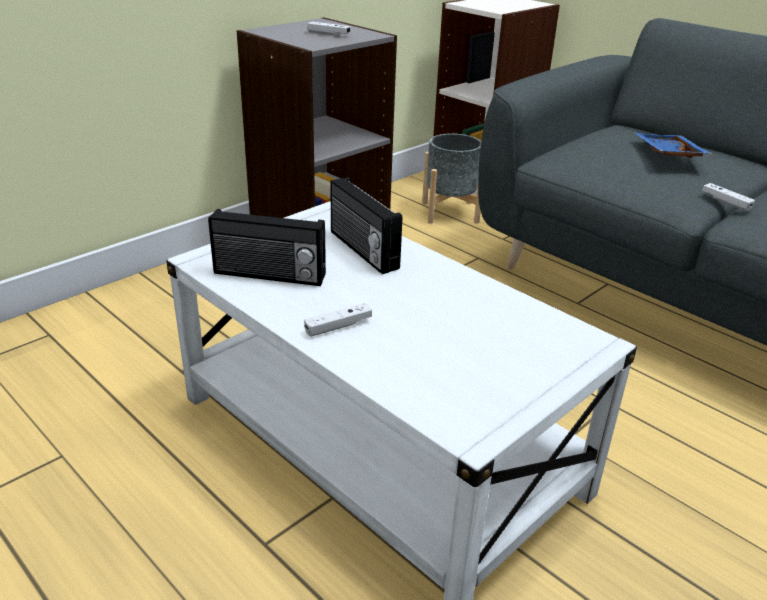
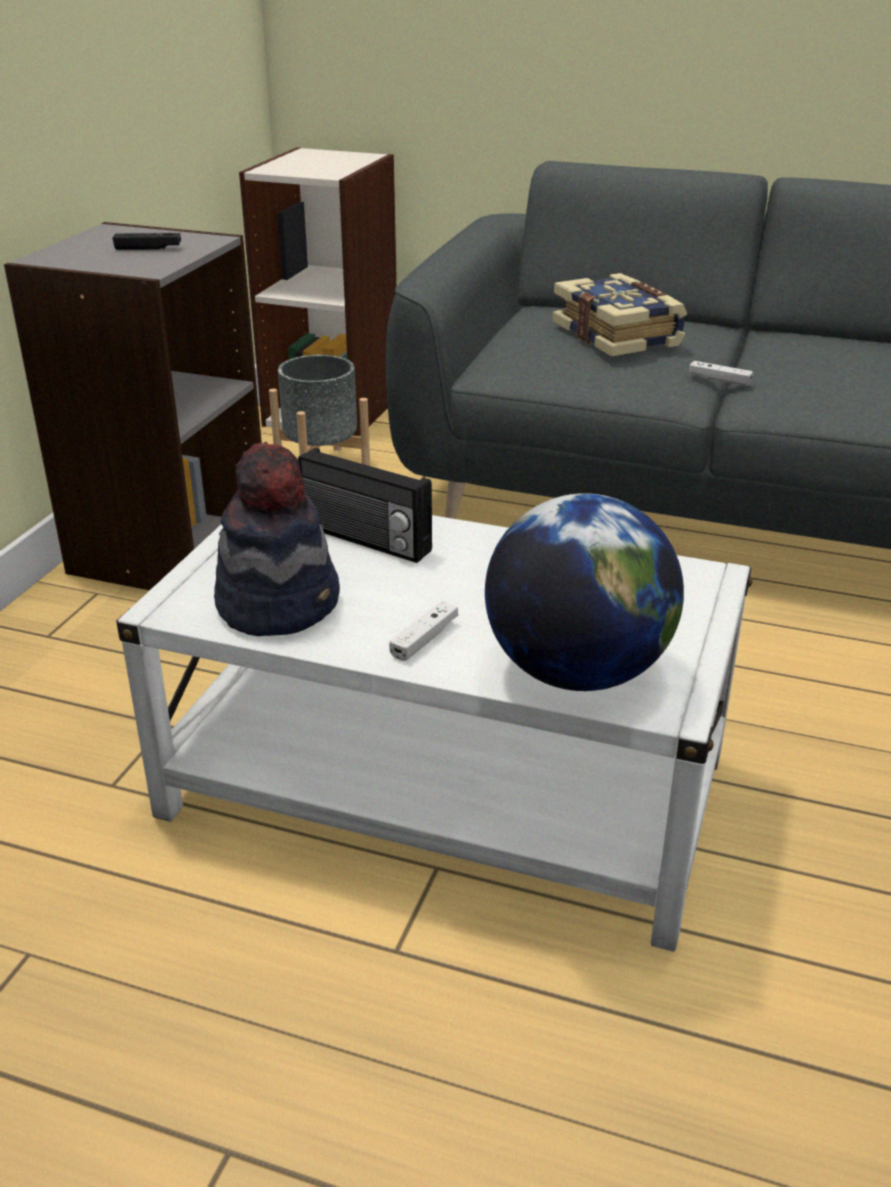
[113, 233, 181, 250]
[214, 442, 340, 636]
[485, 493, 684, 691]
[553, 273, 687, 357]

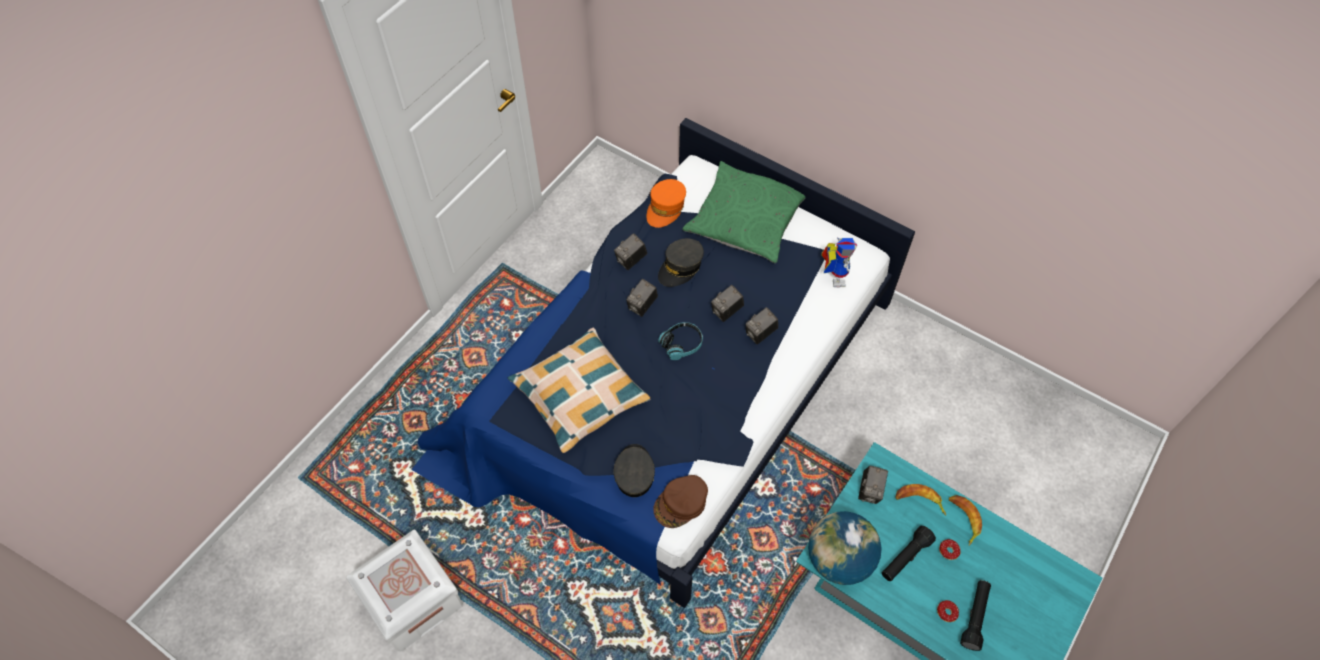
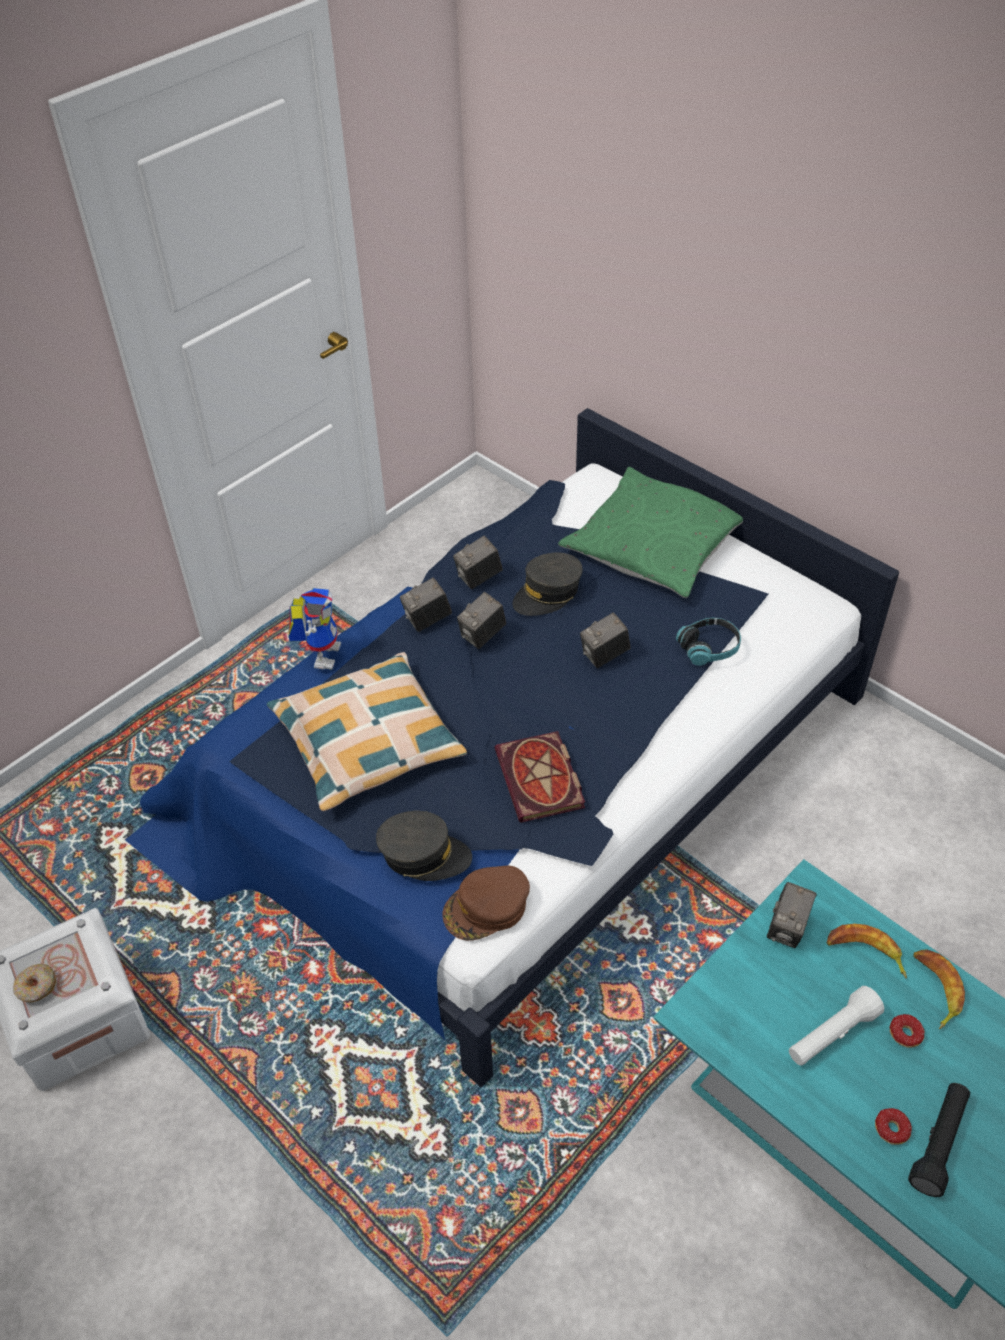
[13, 964, 56, 1003]
[289, 588, 341, 670]
[376, 811, 472, 881]
[400, 578, 452, 632]
[495, 731, 585, 822]
[676, 618, 741, 666]
[789, 986, 884, 1066]
[646, 179, 686, 228] (first image)
[808, 511, 882, 585] (first image)

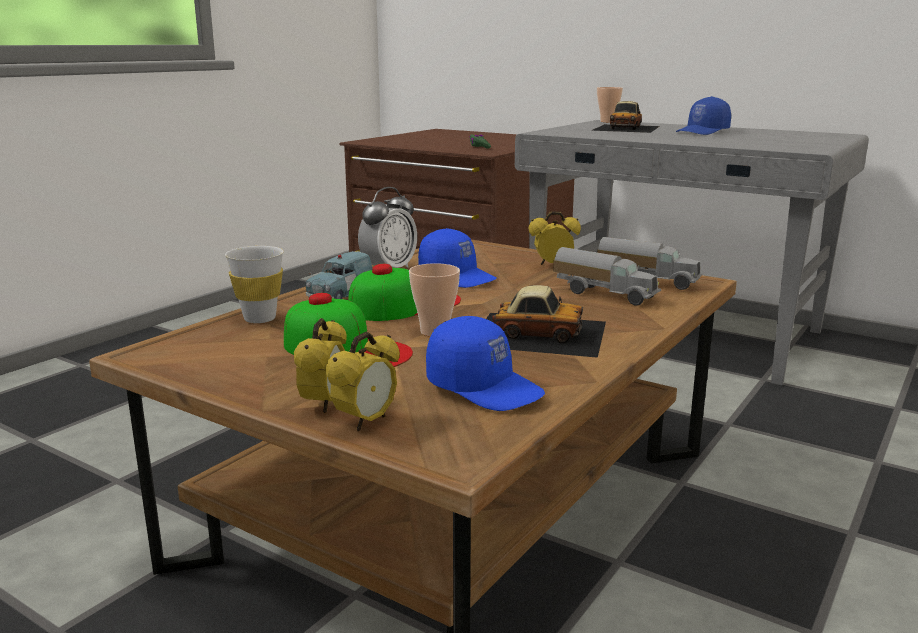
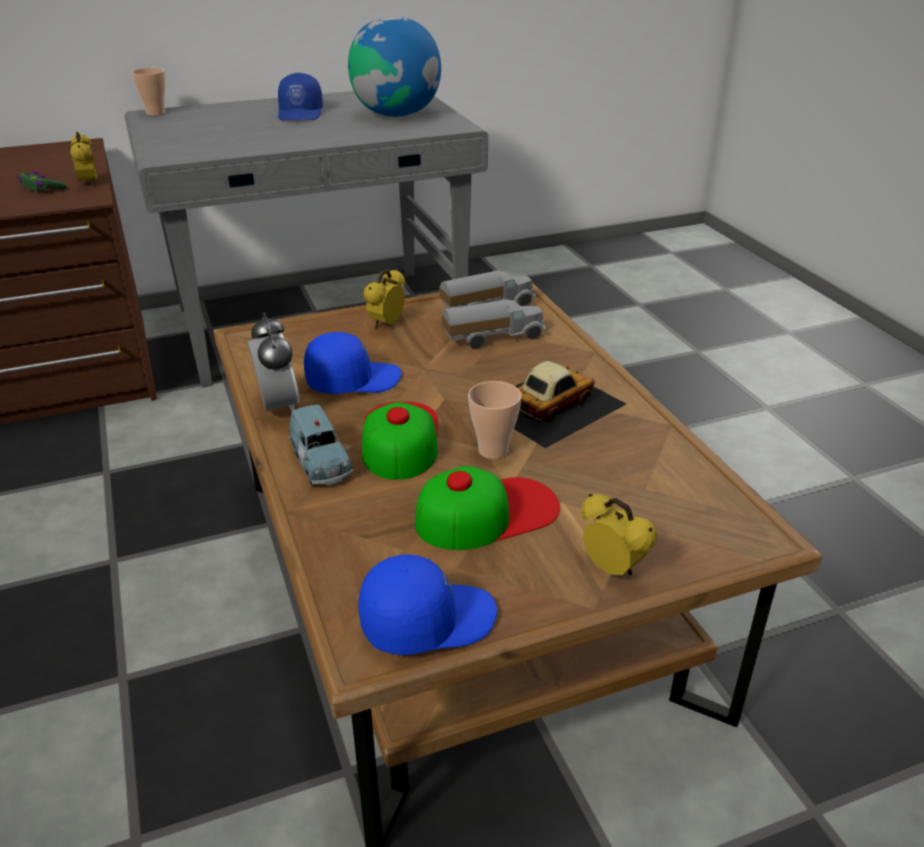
[70, 132, 97, 187]
[348, 16, 441, 117]
[358, 554, 497, 655]
[225, 246, 284, 323] (first image)
[591, 101, 660, 133] (first image)

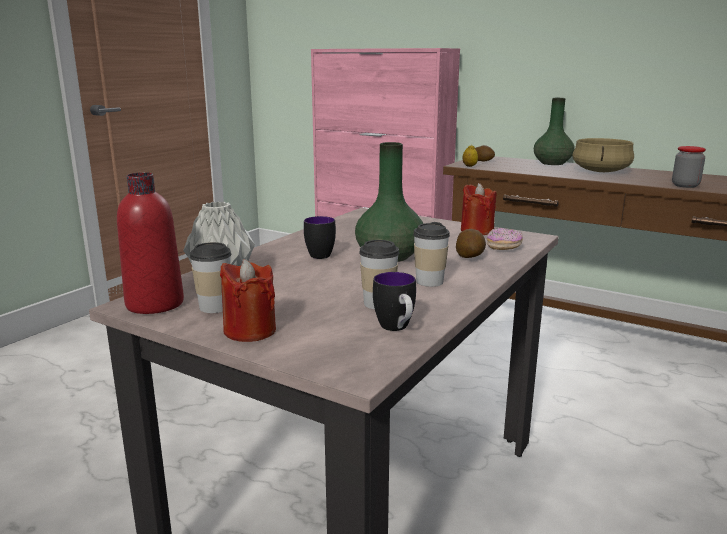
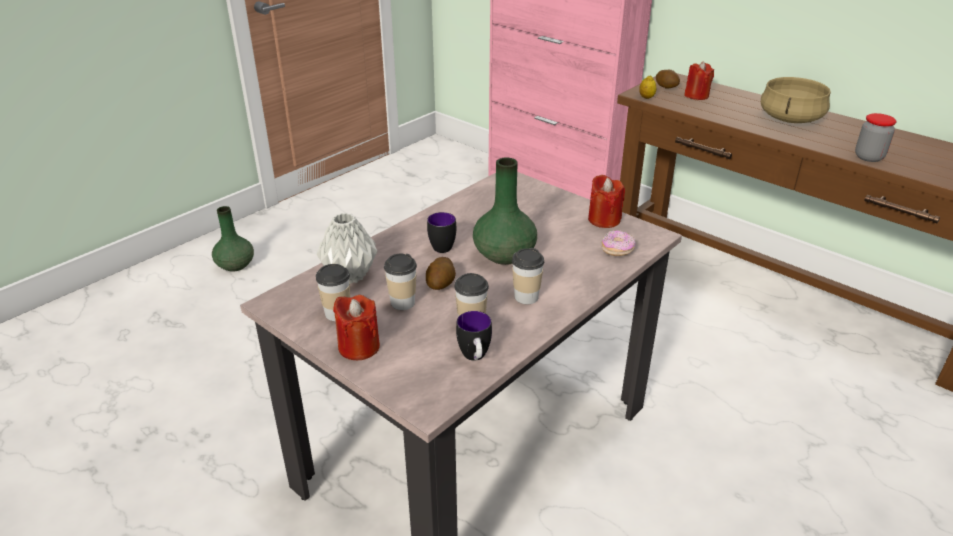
[212, 206, 254, 272]
[384, 254, 417, 310]
[426, 257, 456, 290]
[684, 62, 714, 100]
[117, 172, 184, 314] (first image)

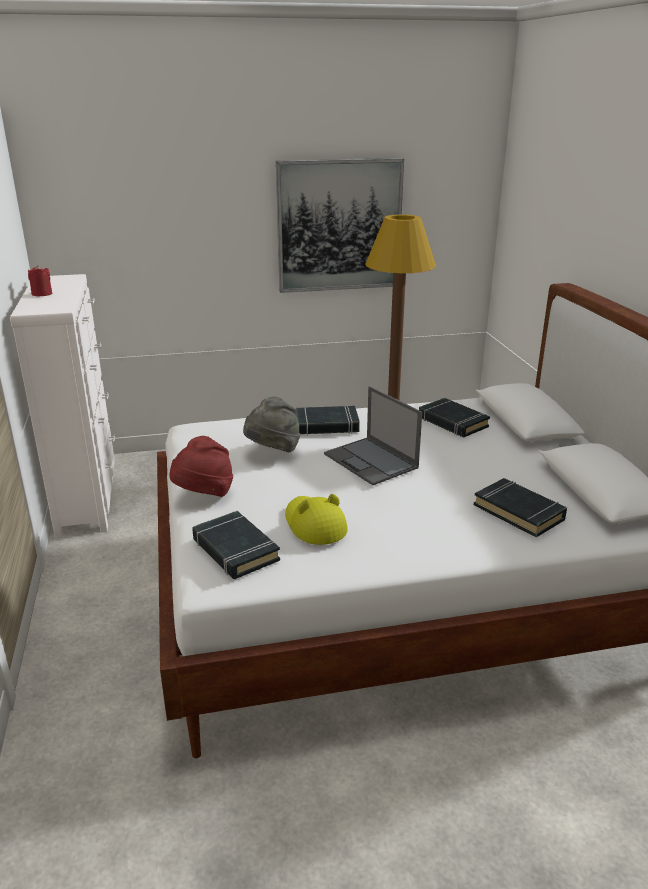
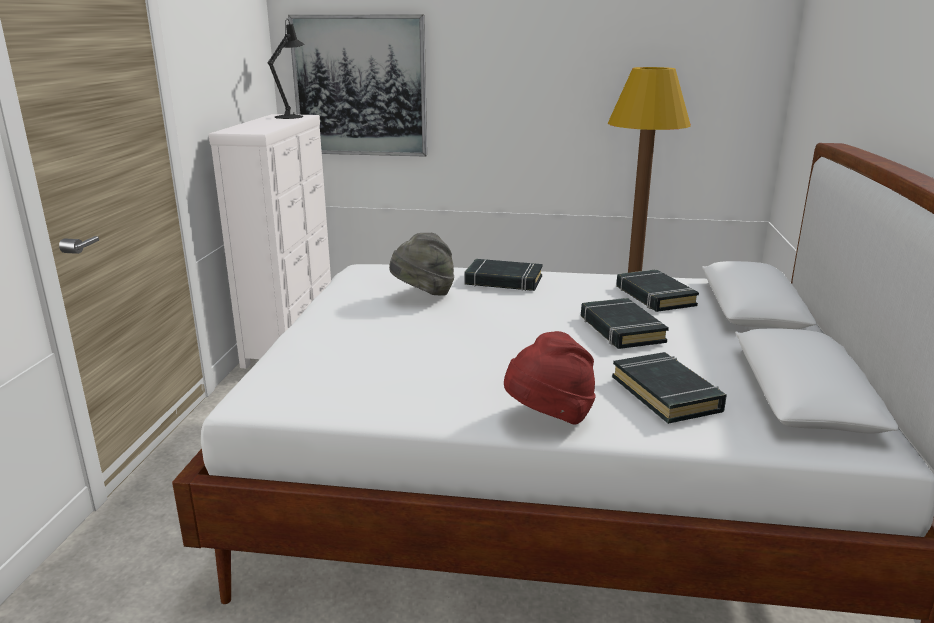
[267, 20, 304, 119]
[288, 15, 427, 157]
[504, 331, 596, 425]
[581, 298, 669, 349]
[28, 265, 52, 297] (first image)
[285, 494, 348, 545] (first image)
[324, 386, 422, 485] (first image)

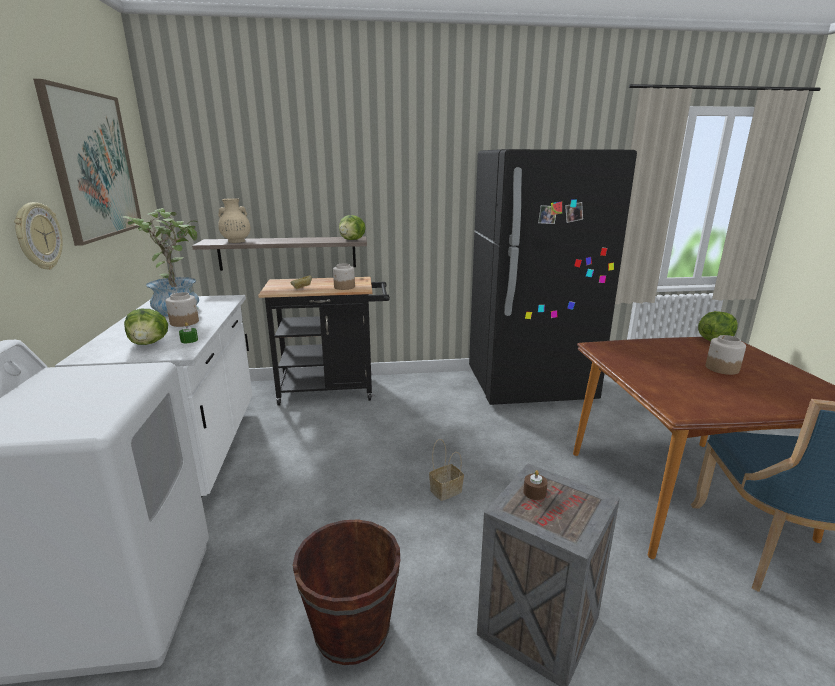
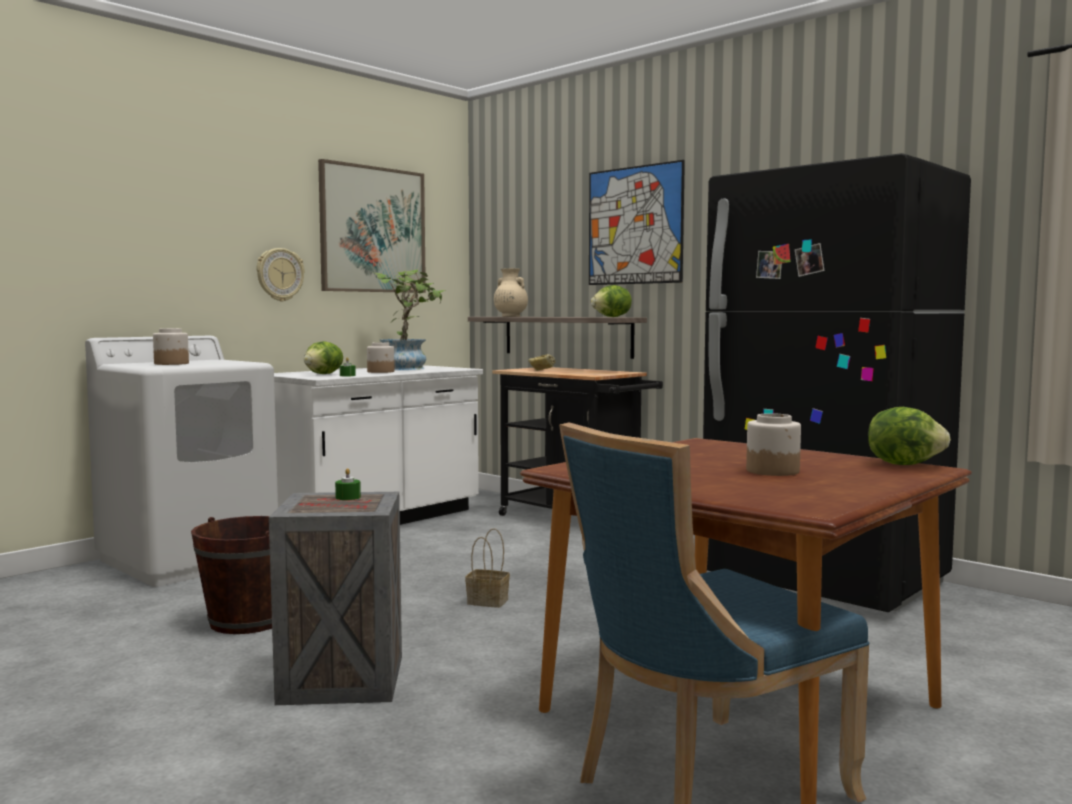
[153, 328, 189, 365]
[335, 468, 361, 500]
[589, 160, 685, 285]

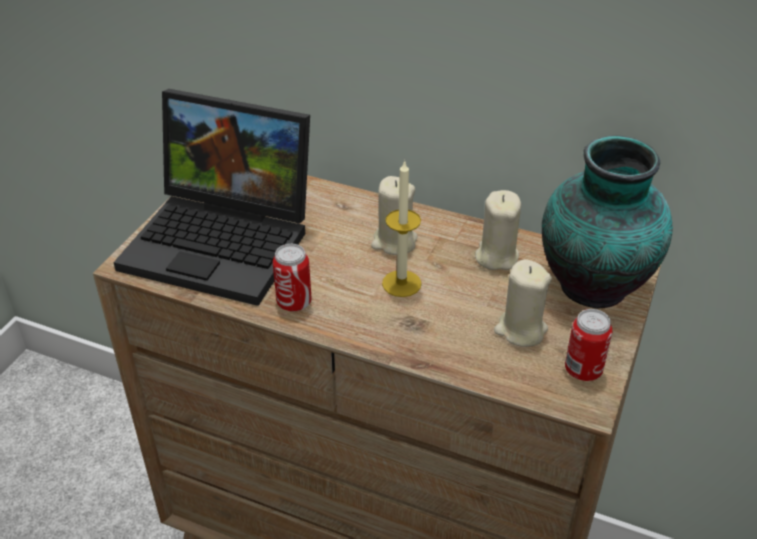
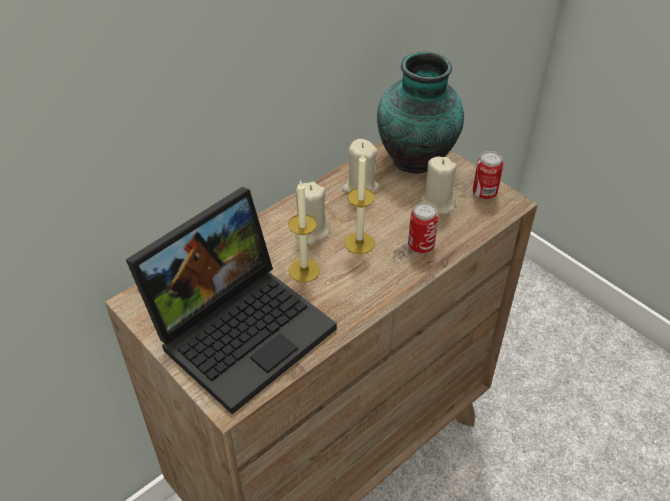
[288, 180, 320, 282]
[408, 202, 438, 253]

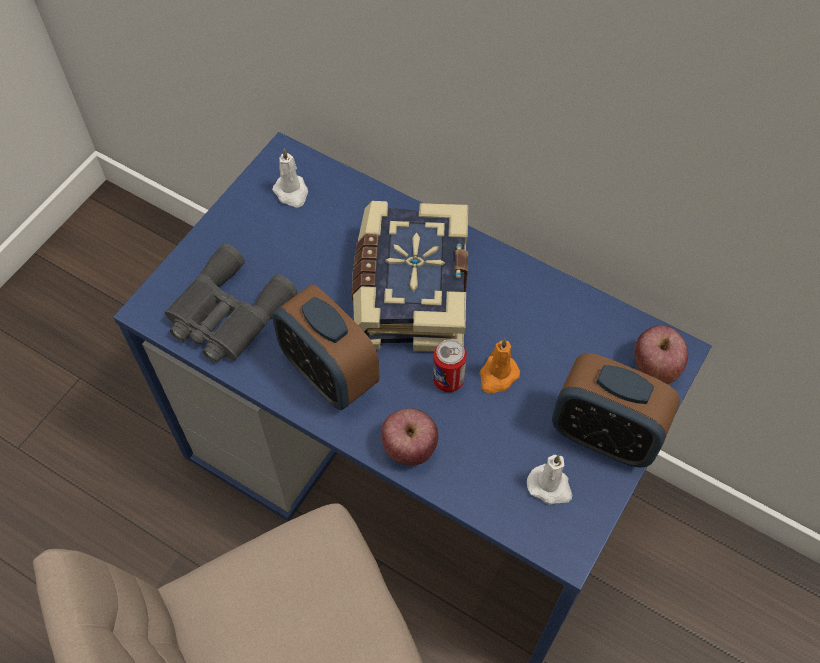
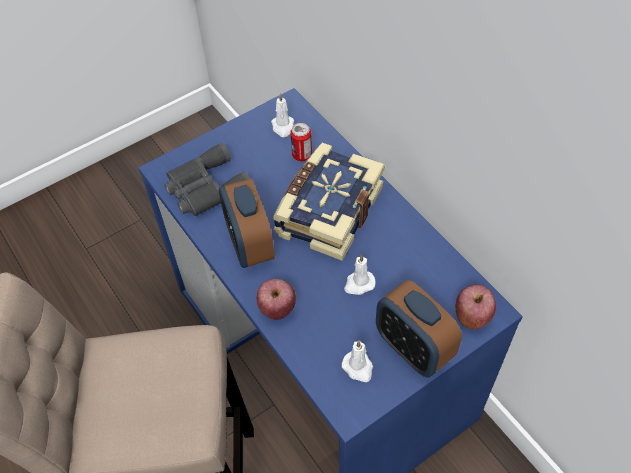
[290, 123, 312, 161]
[344, 254, 376, 295]

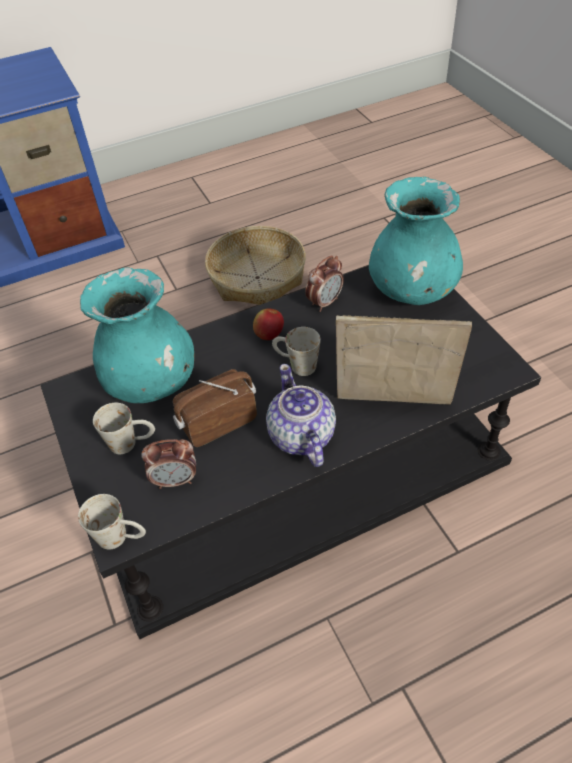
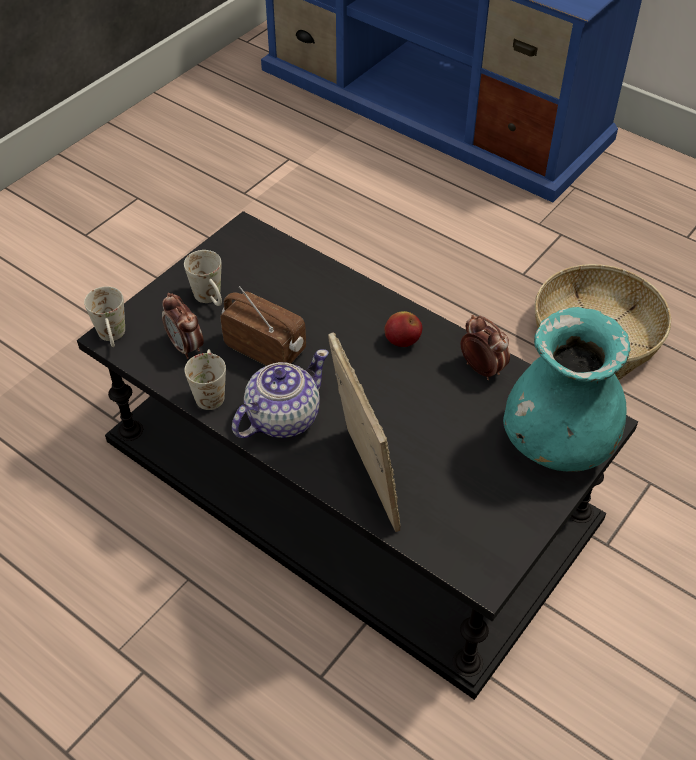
[185, 349, 226, 410]
[461, 315, 510, 380]
[80, 268, 194, 403] (first image)

